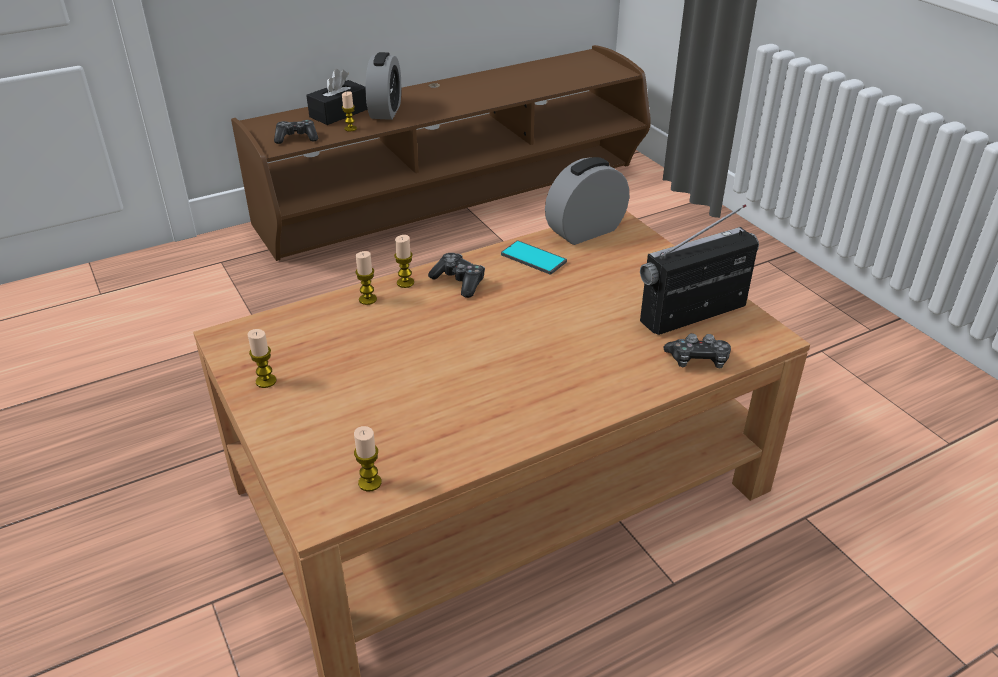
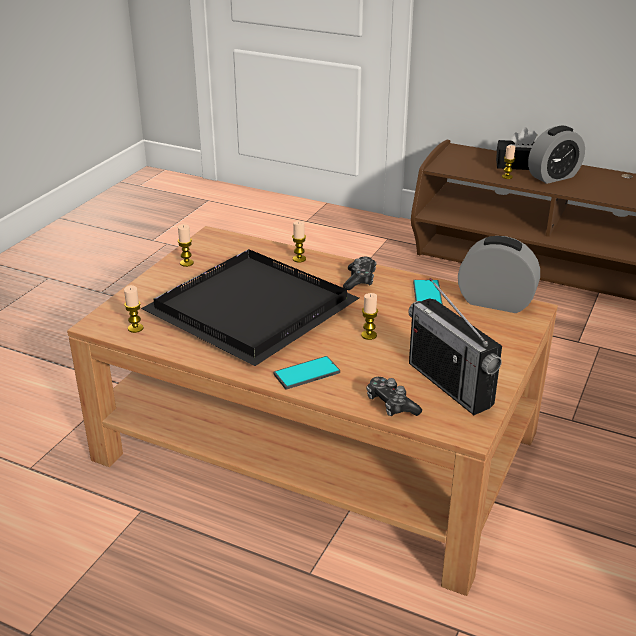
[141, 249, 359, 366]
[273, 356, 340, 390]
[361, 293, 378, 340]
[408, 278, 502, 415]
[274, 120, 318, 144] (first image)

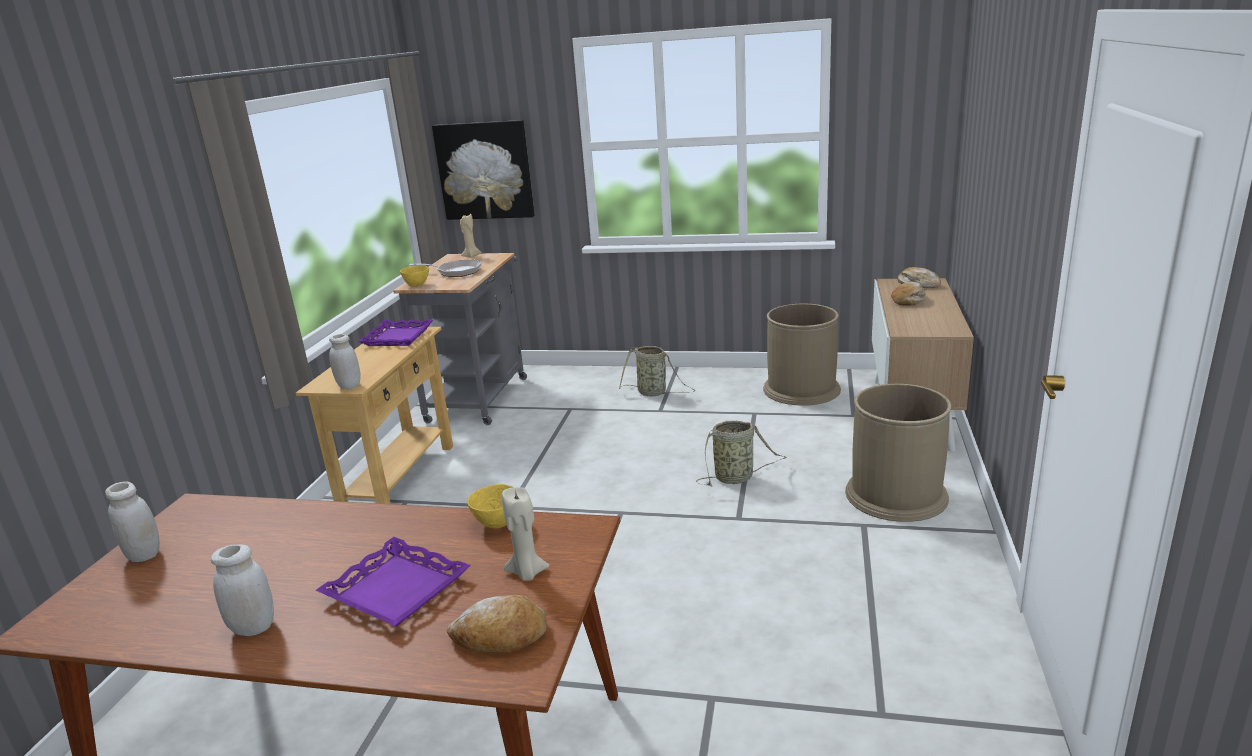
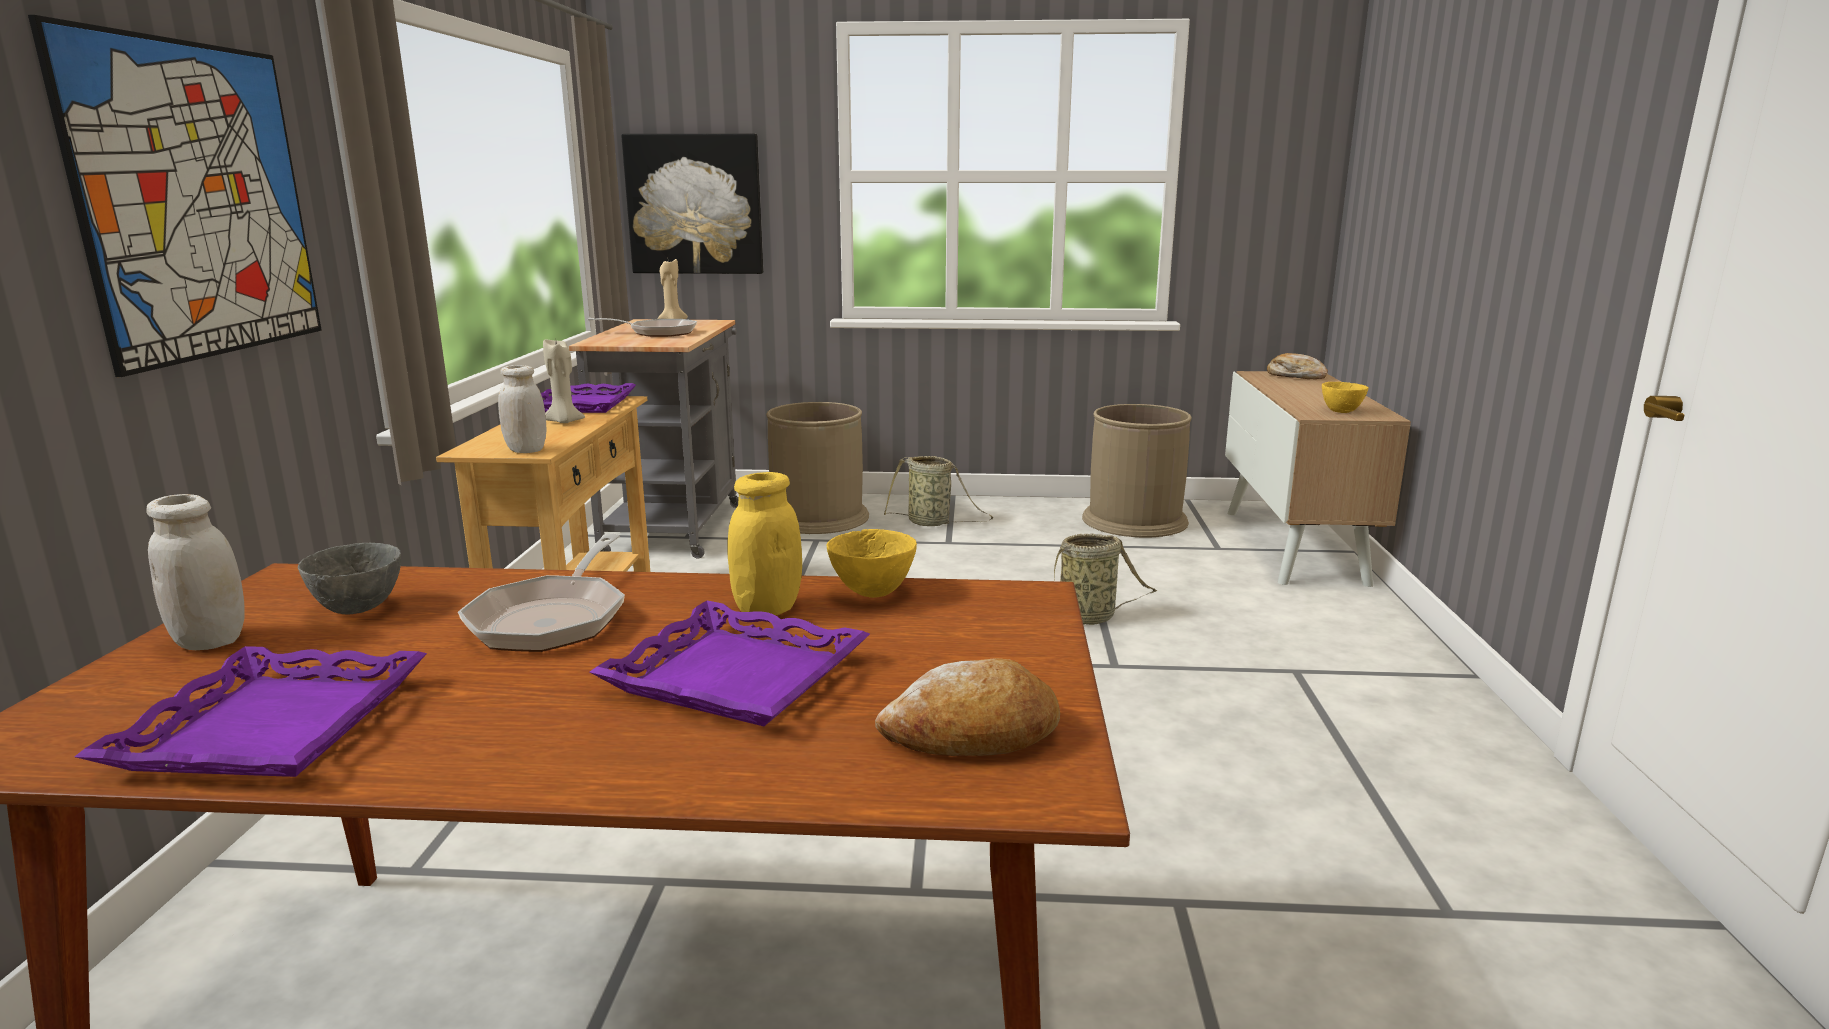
[28, 15, 322, 377]
[75, 646, 427, 777]
[298, 543, 401, 614]
[458, 534, 625, 652]
[543, 340, 585, 423]
[727, 472, 802, 616]
[766, 402, 869, 534]
[1322, 382, 1369, 413]
[211, 544, 274, 636] (first image)
[891, 282, 926, 306] (first image)

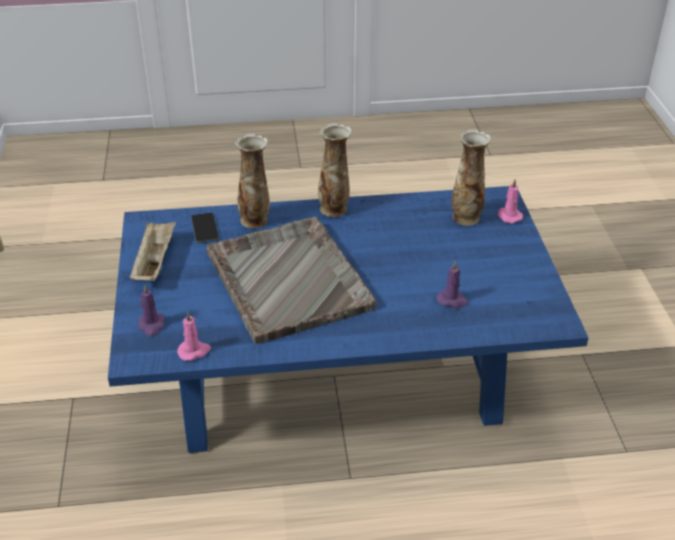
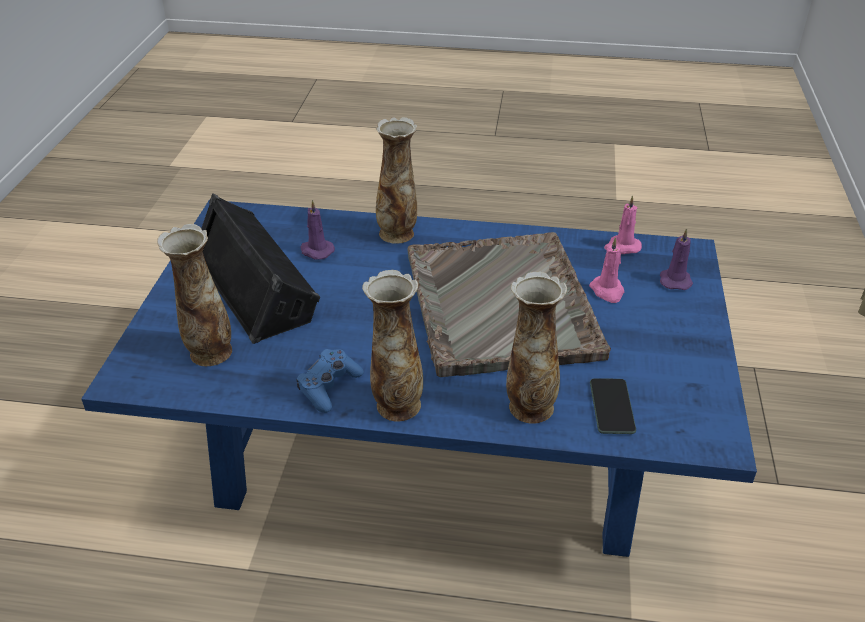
[201, 193, 320, 344]
[296, 349, 364, 413]
[376, 117, 417, 244]
[589, 237, 624, 303]
[129, 222, 176, 281] (first image)

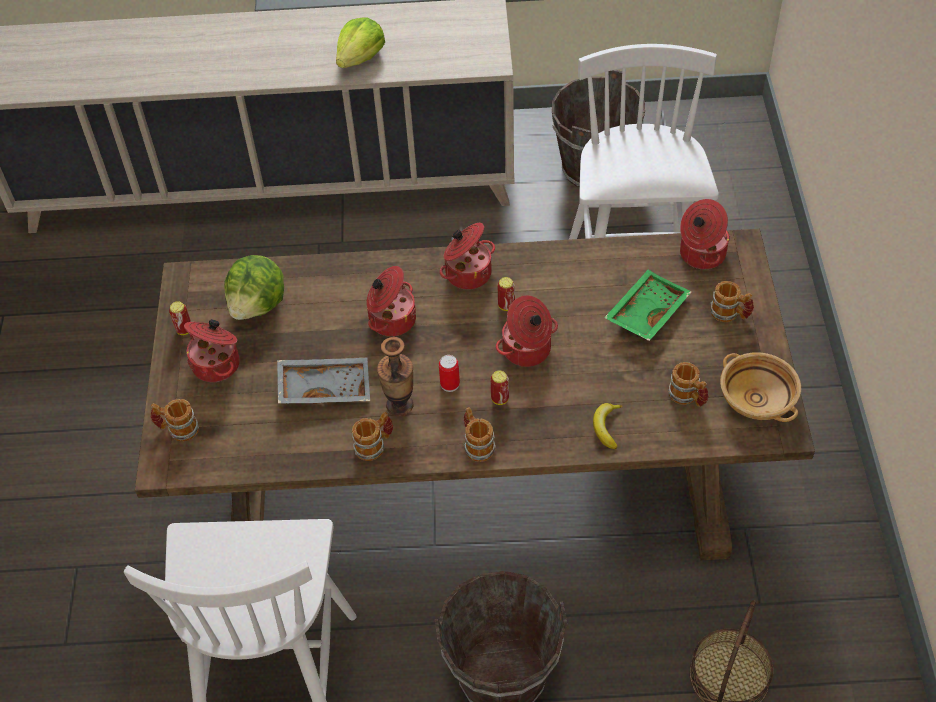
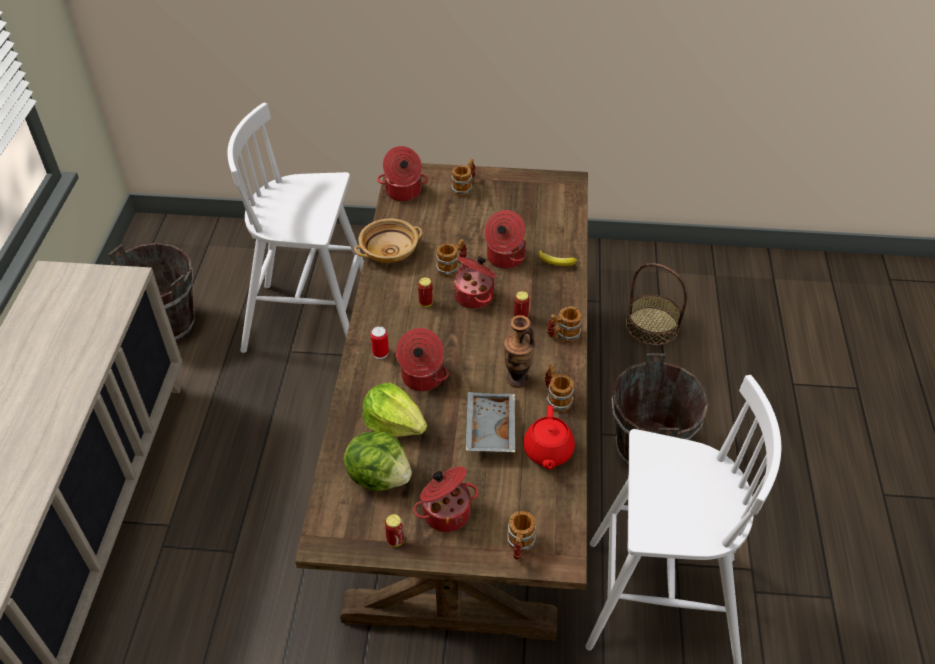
[354, 219, 423, 263]
[362, 382, 427, 437]
[370, 326, 389, 359]
[436, 239, 467, 277]
[484, 210, 526, 269]
[523, 405, 575, 470]
[604, 270, 691, 341] (first image)

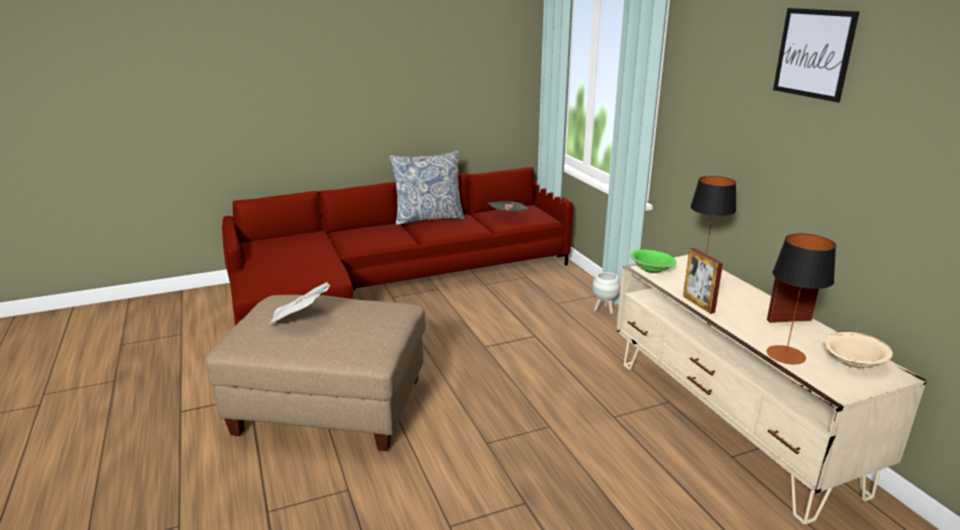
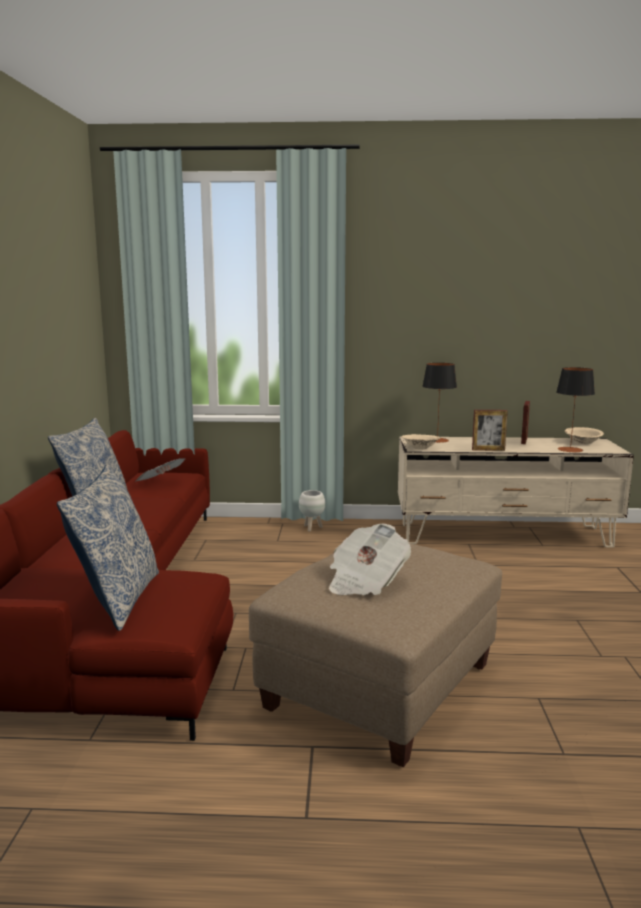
[57, 464, 159, 631]
[402, 434, 440, 450]
[773, 8, 859, 102] (first image)

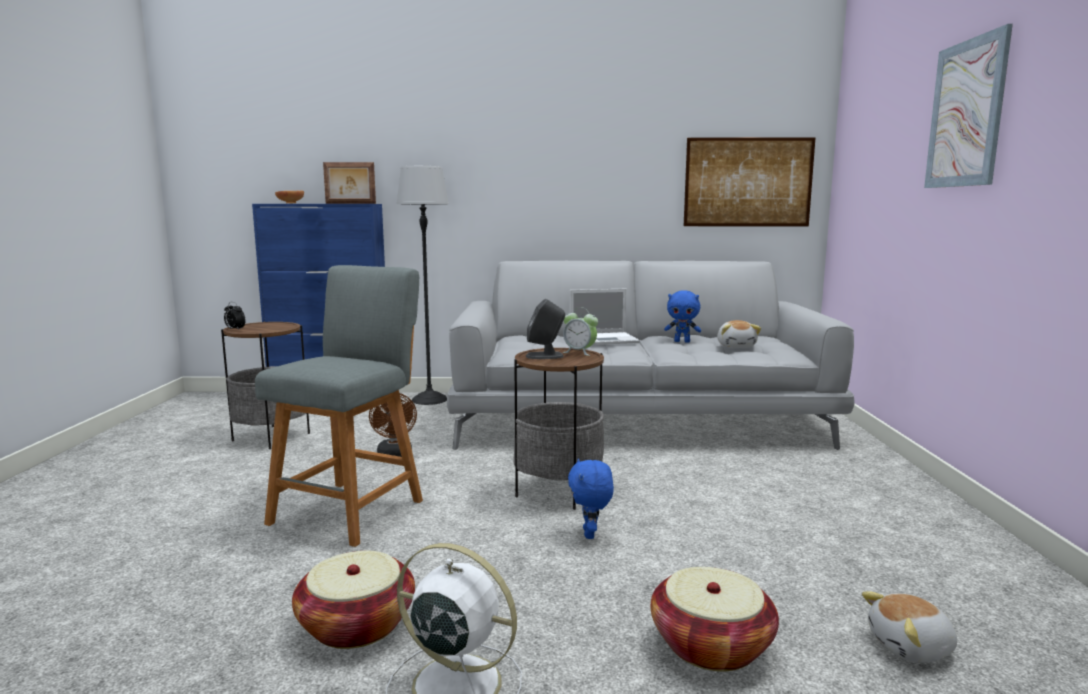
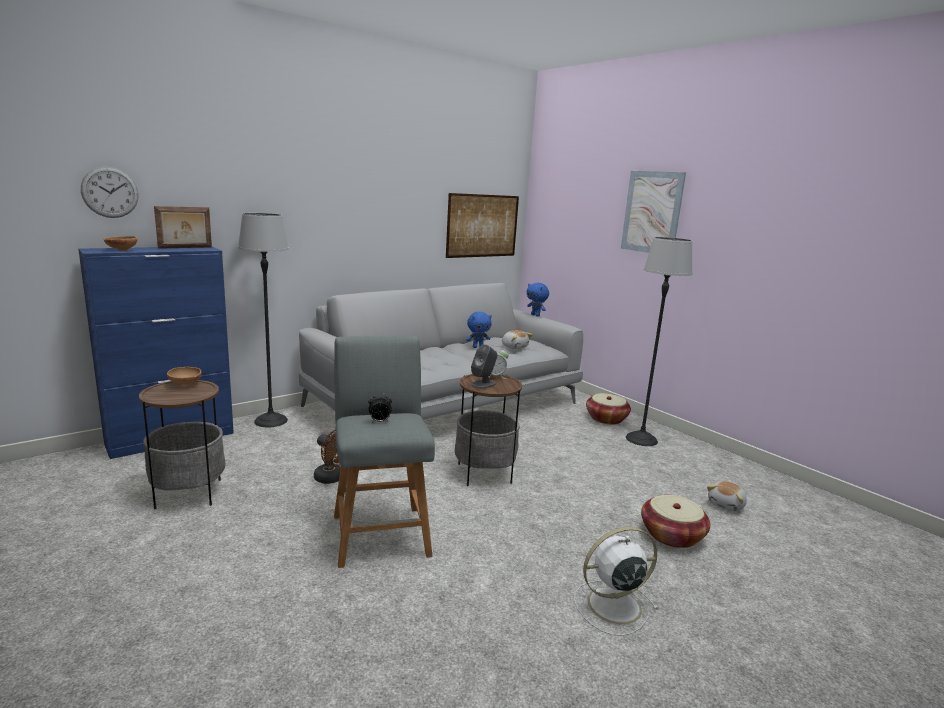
[81, 167, 139, 218]
[167, 367, 202, 385]
[368, 393, 392, 422]
[527, 283, 549, 316]
[586, 393, 631, 425]
[626, 237, 693, 446]
[570, 289, 640, 345] (first image)

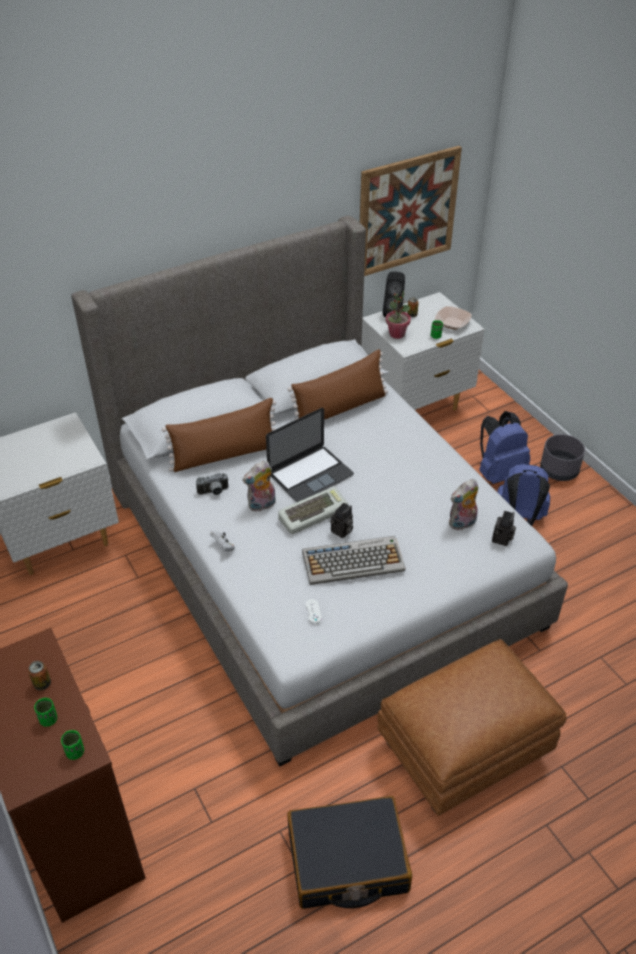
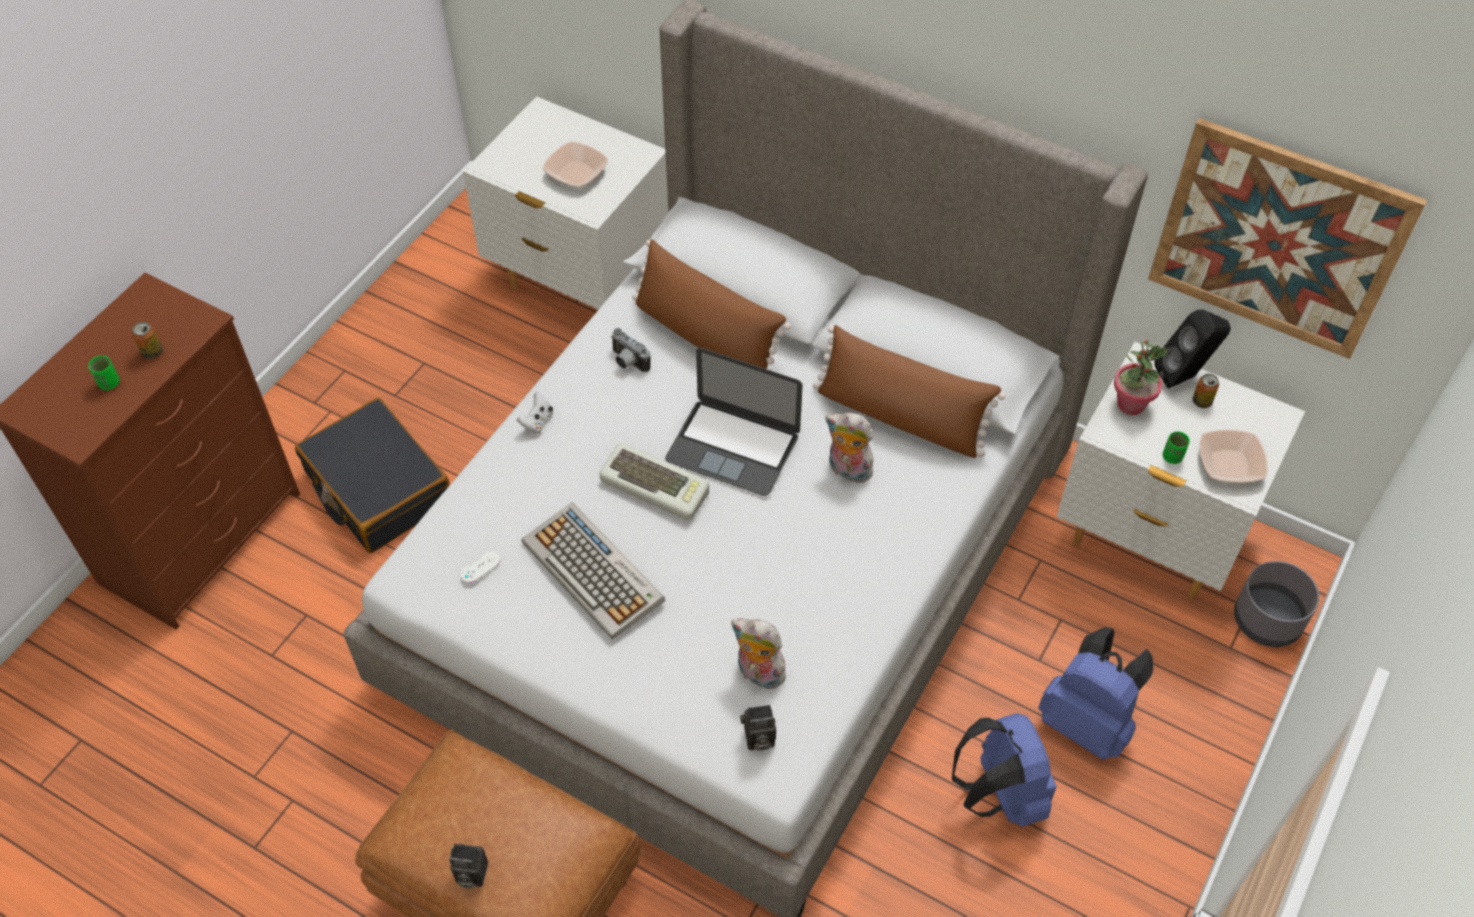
[295, 398, 450, 553]
[449, 843, 488, 889]
[543, 142, 608, 187]
[825, 412, 877, 485]
[1234, 561, 1320, 647]
[61, 730, 84, 760] (first image)

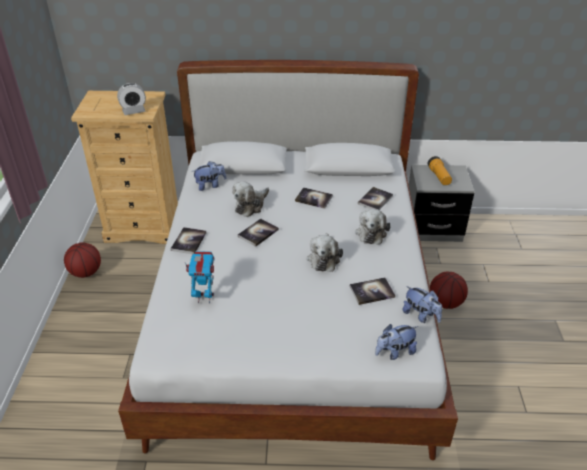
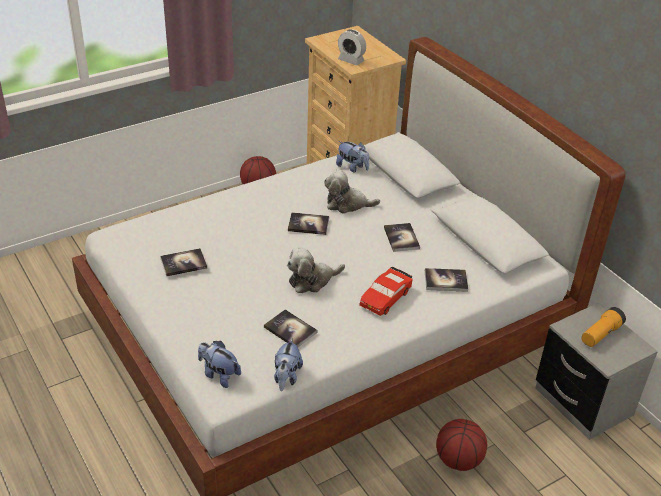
[160, 248, 207, 276]
[359, 267, 413, 316]
[184, 251, 215, 304] (first image)

